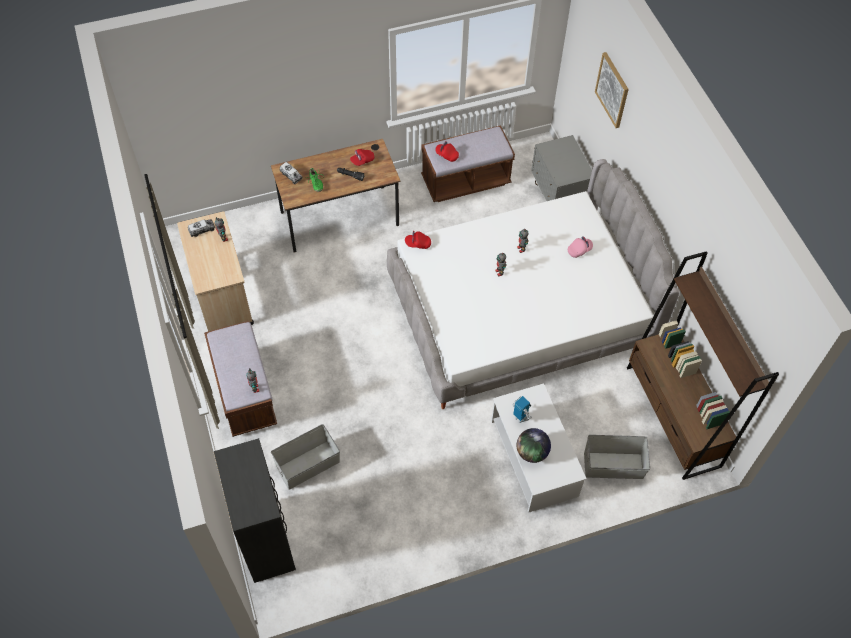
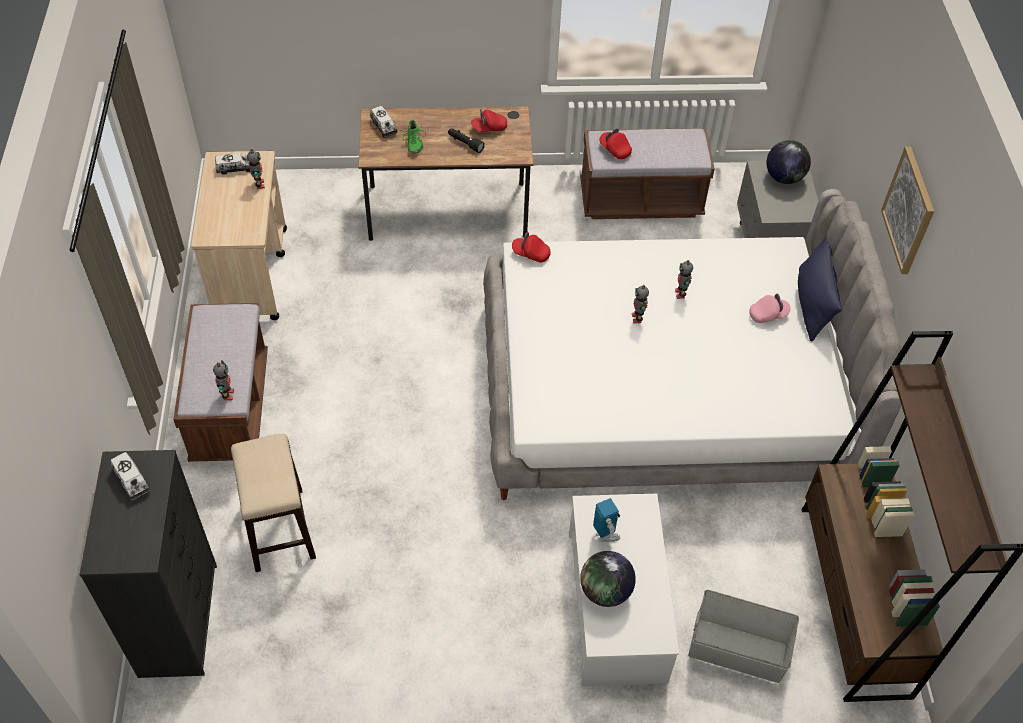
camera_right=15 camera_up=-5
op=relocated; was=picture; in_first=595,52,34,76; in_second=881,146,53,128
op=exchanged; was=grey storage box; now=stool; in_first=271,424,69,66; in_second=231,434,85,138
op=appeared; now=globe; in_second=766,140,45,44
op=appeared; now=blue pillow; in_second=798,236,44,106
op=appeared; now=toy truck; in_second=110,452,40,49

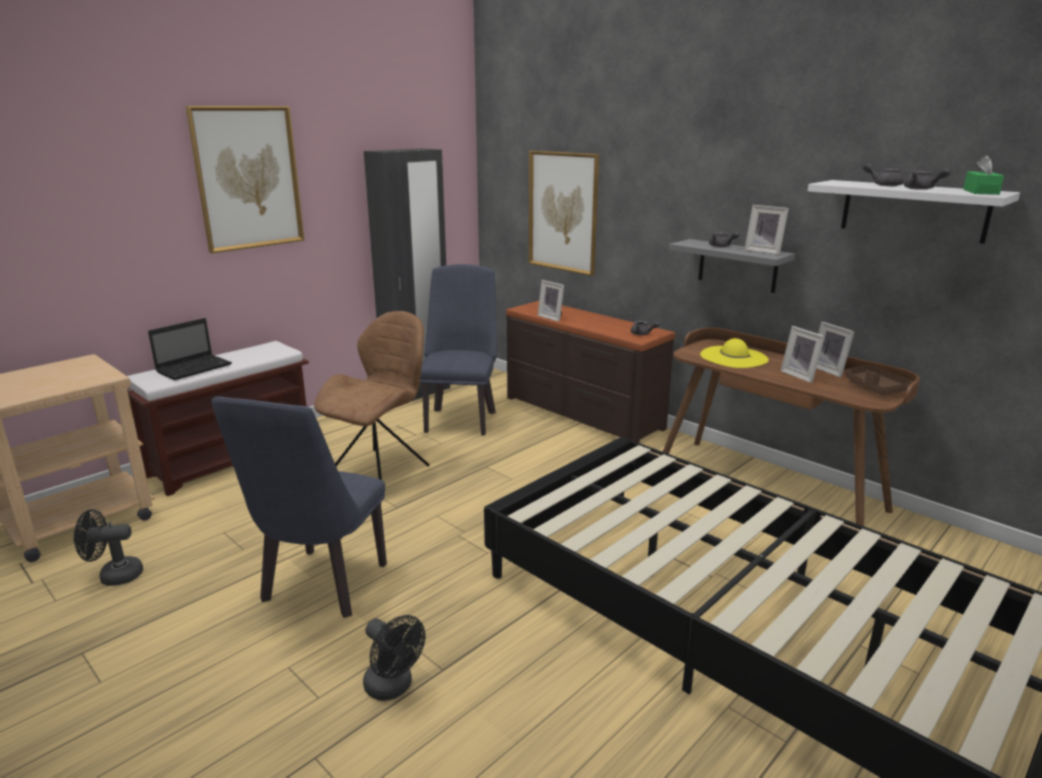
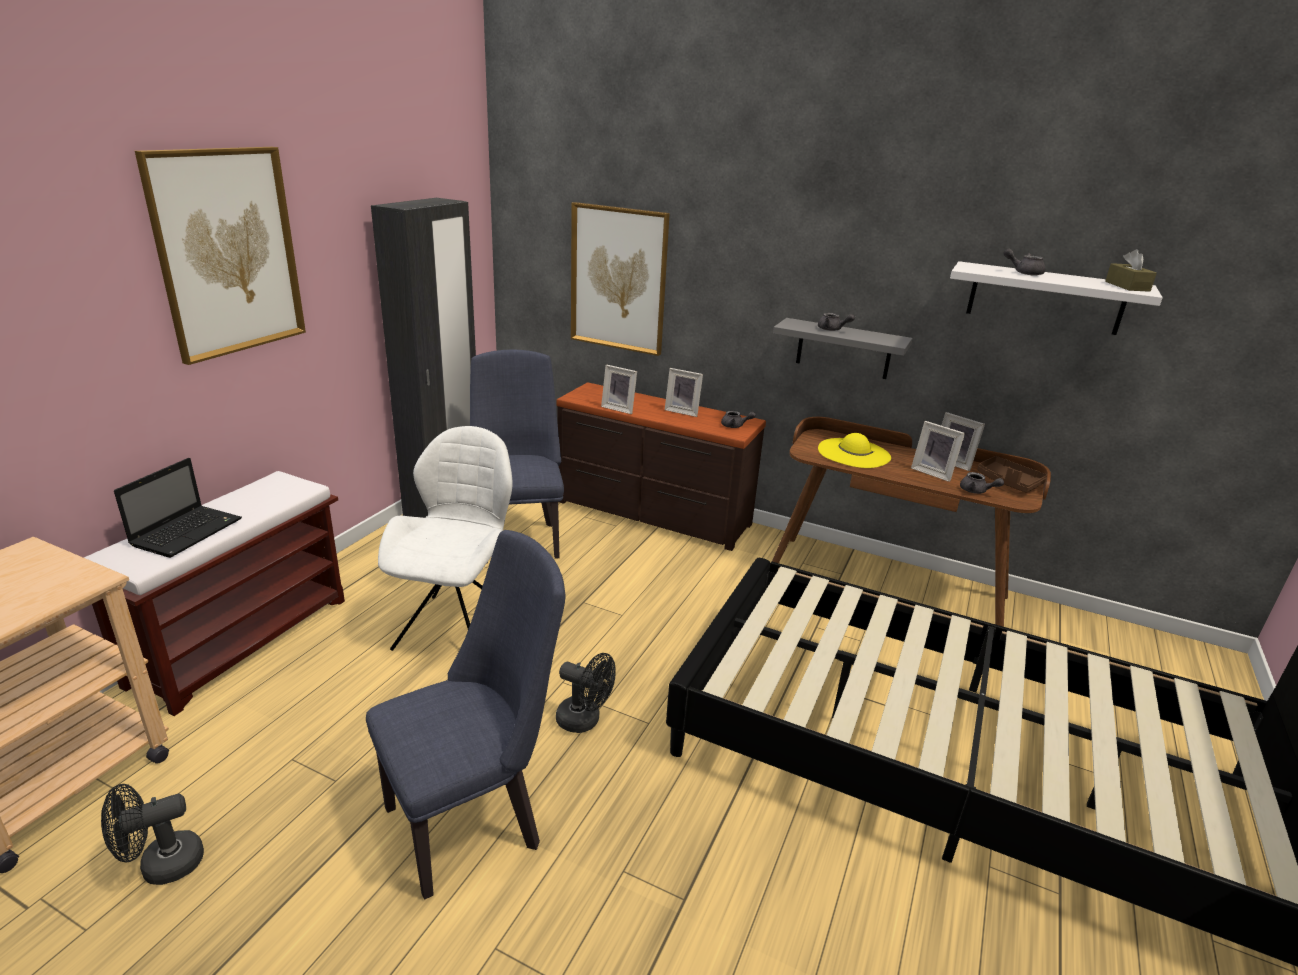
camera_right=-20 camera_up=5
op=colour; was=green tissue box; now=brown tissue box; in_first=963,155,41,40; in_second=1105,249,52,43
op=relocated; was=grey teapot; in_first=904,168,46,22; in_second=960,472,44,22
op=relocated; was=picture frame; in_first=744,205,45,50; in_second=665,368,38,49
op=colour; was=brown chair; now=white chair; in_first=314,311,116,169; in_second=378,426,135,225
op=spun; was=blue chair; in_first=212,396,175,222; in_second=366,530,199,370; clockwise=-120
op=relocated; was=black fan; in_first=363,615,62,86; in_second=556,653,59,80

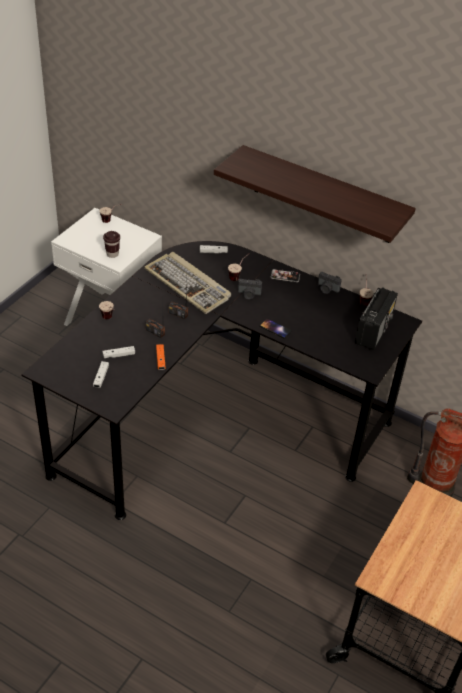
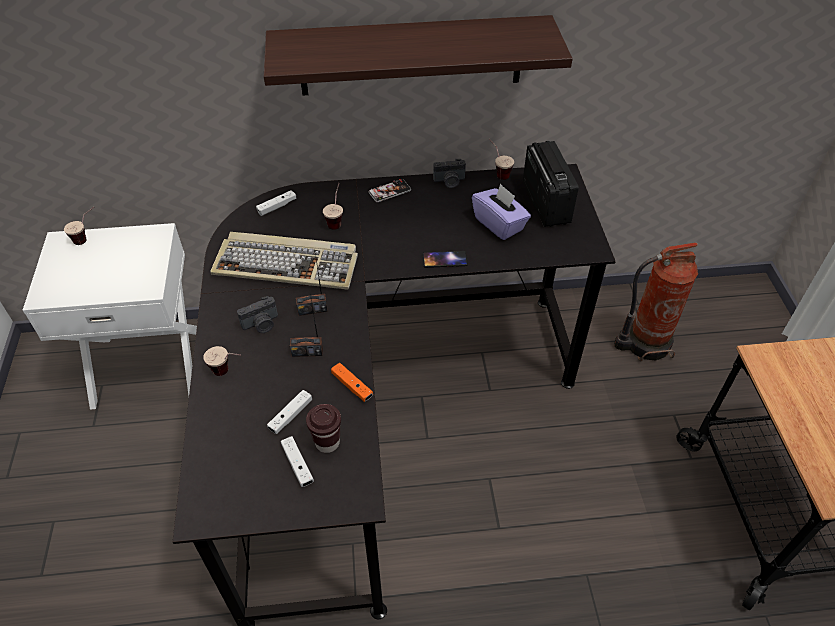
camera_right=-35 camera_up=5
op=relocated; was=brown cup; in_first=103,231,17,27; in_second=306,404,35,49
op=relocated; was=photo camera; in_first=238,279,24,21; in_second=237,296,41,37
op=appeared; now=purple tissue box; in_second=472,183,59,57

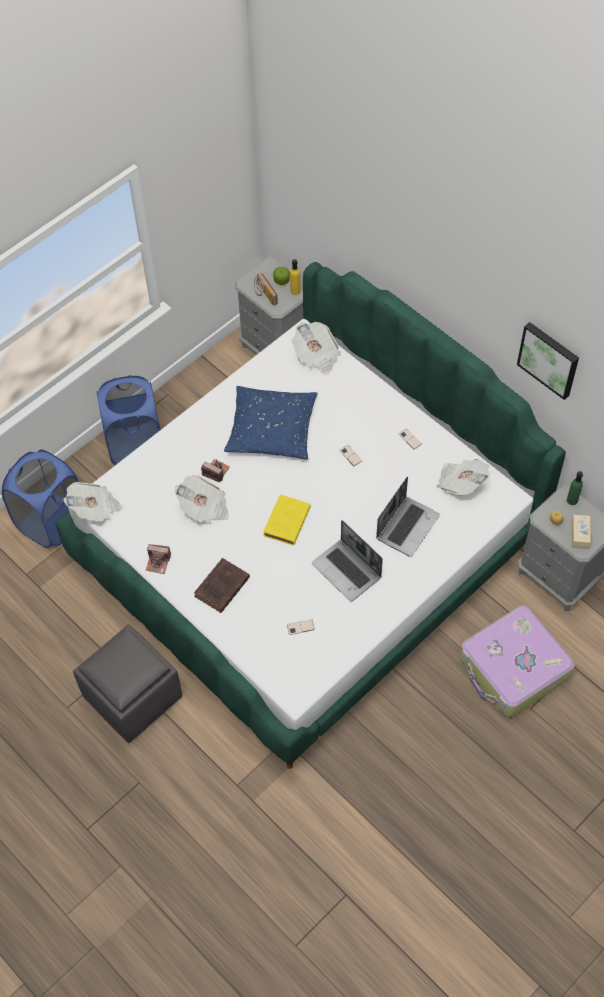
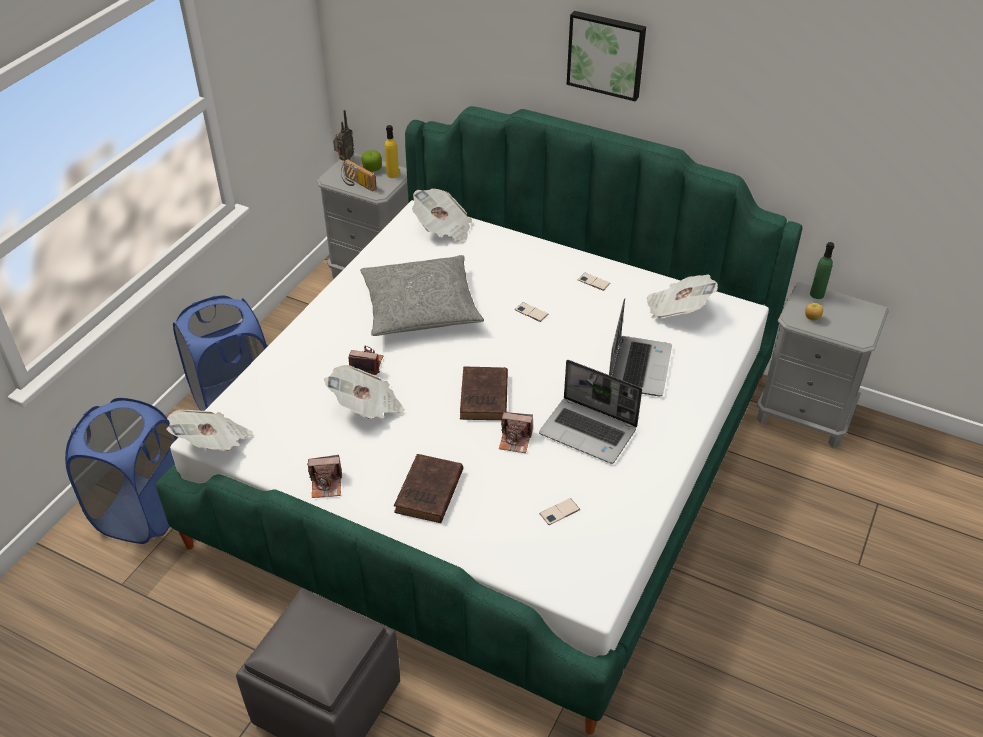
camera_right=-20 camera_up=-15
op=relocated; was=picture; in_first=517,322,62,78; in_second=567,11,79,90
op=colour; was=blue pillow; now=grey pillow; in_first=224,386,94,74; in_second=360,255,124,81
op=colour; was=yellow book; now=brown book; in_first=263,494,48,51; in_second=460,367,48,53
op=missing; was=beige tissue box; in_first=571,515,20,34
op=missing; was=suitcase; in_first=460,605,115,112
op=appeared; now=radio; in_second=333,110,21,51
op=appeared; now=photo camera; in_second=499,412,34,41

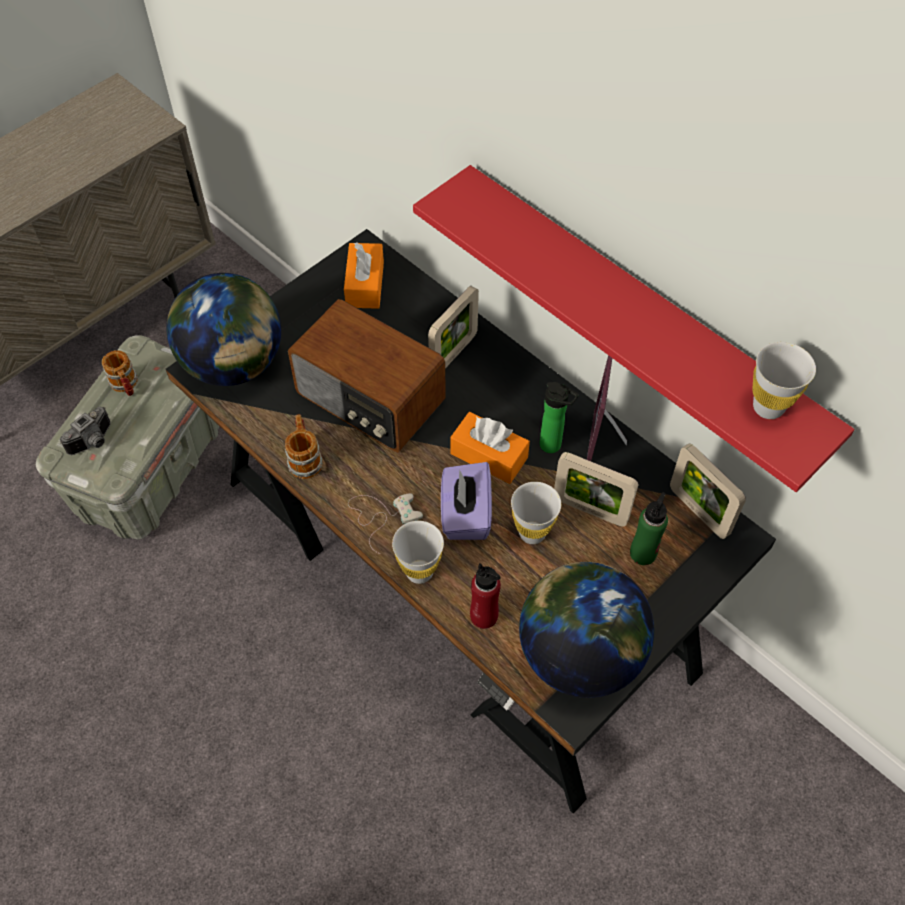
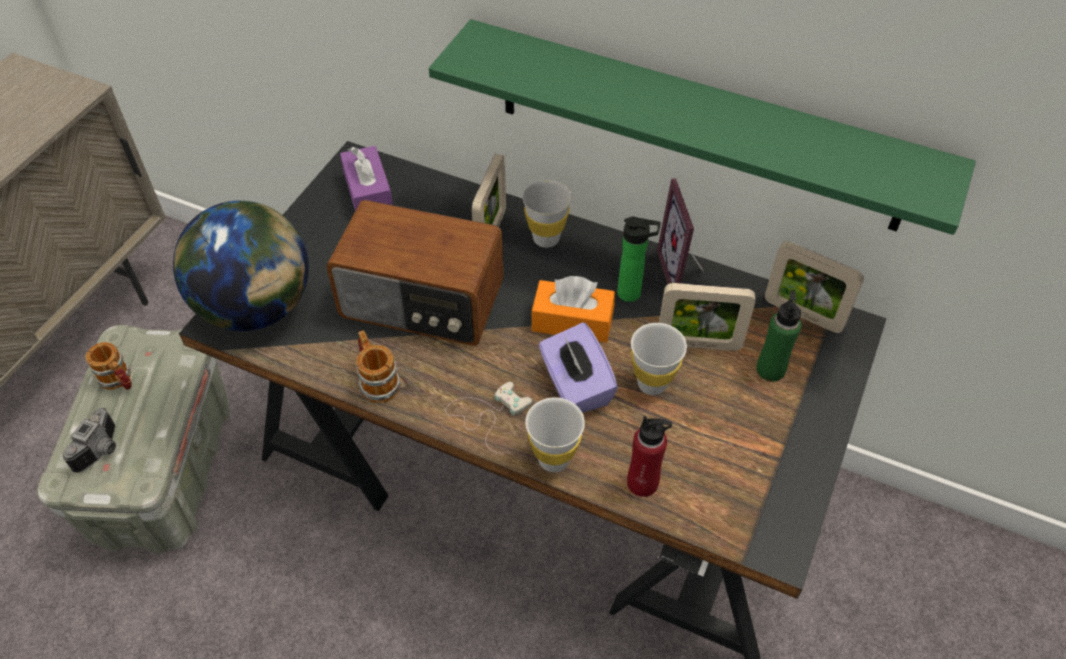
camera_right=-20 camera_up=-5
op=colour; was=red shelf; now=green shelf; in_first=413,165,442,327; in_second=429,19,547,216
op=colour; was=orange tissue box; now=purple tissue box; in_first=344,243,40,66; in_second=340,146,53,65
op=relocated; was=white cup; in_first=752,342,64,77; in_second=522,180,50,68
op=missing; was=globe; in_first=519,562,136,136

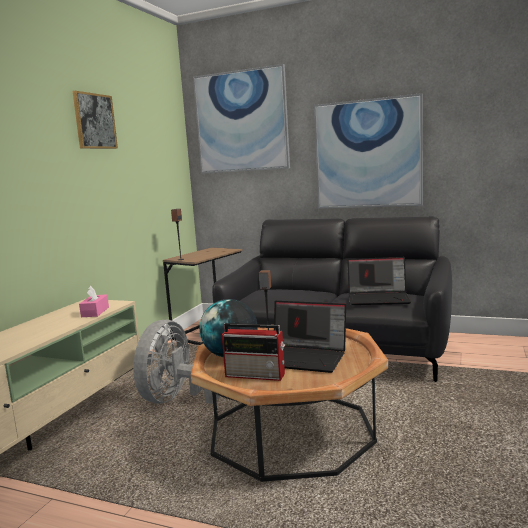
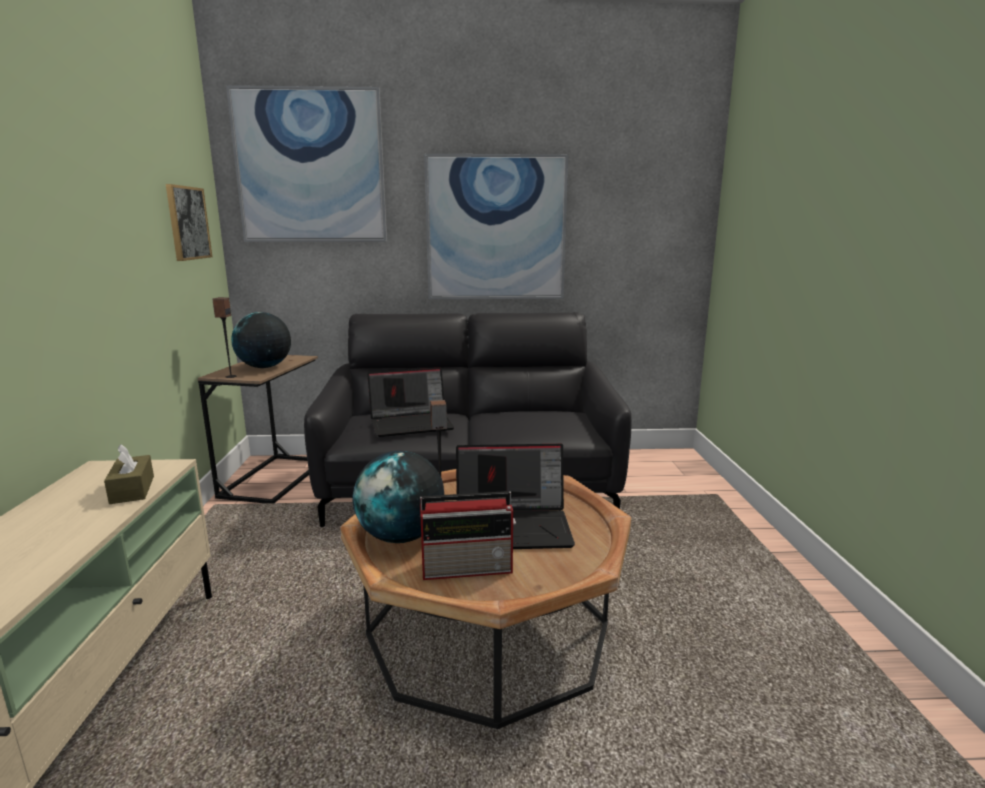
camera_right=-25 camera_up=5
op=relocated; was=picture; in_first=72,91,46,58; in_second=166,184,46,77
op=relocated; was=laptop; in_first=347,257,64,48; in_second=367,367,88,70
op=colour; was=pink tissue box; now=brown tissue box; in_first=79,286,30,31; in_second=104,444,50,60
op=missing; was=grey fan; in_first=133,320,87,84
op=appeared; now=globe; in_second=231,312,60,56

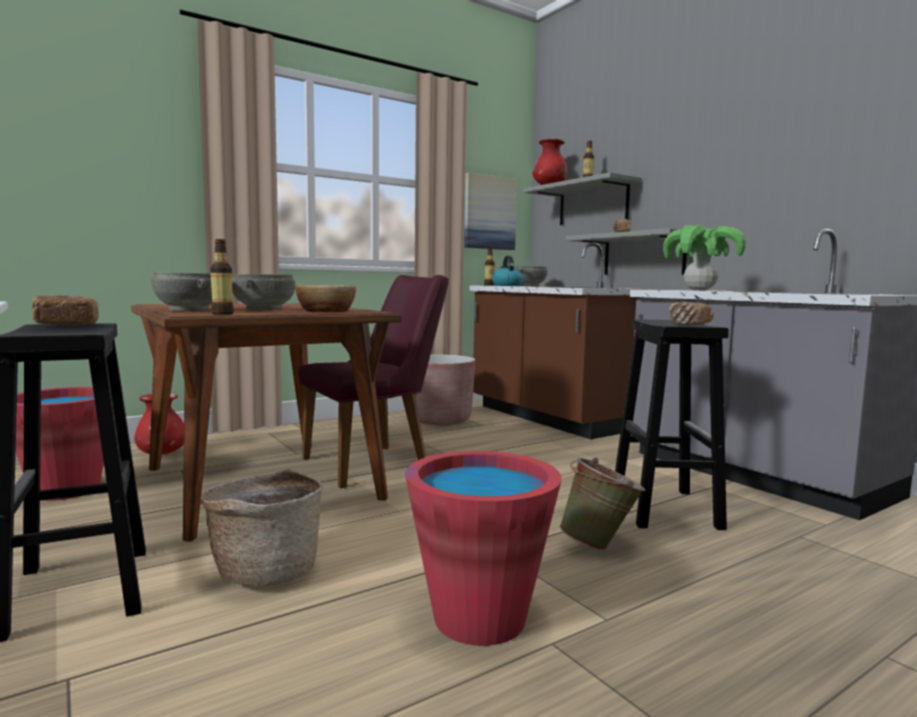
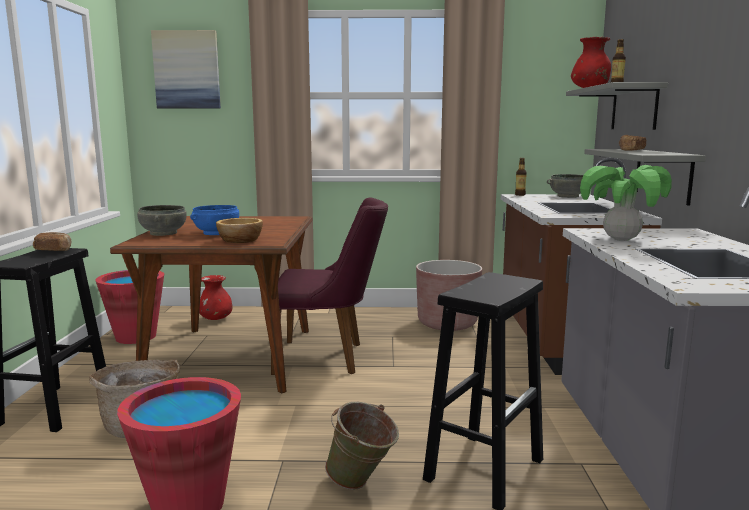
camera_right=35 camera_up=5
op=relocated; was=picture; in_first=464,172,53,78; in_second=151,30,70,78
op=missing; was=bottle; in_first=210,239,24,76
op=missing; was=kettle; in_first=492,256,32,30
op=colour; was=grey bowl; now=blue bowl; in_first=232,274,63,36; in_second=190,205,49,30
op=missing; was=bread; in_first=669,302,45,22

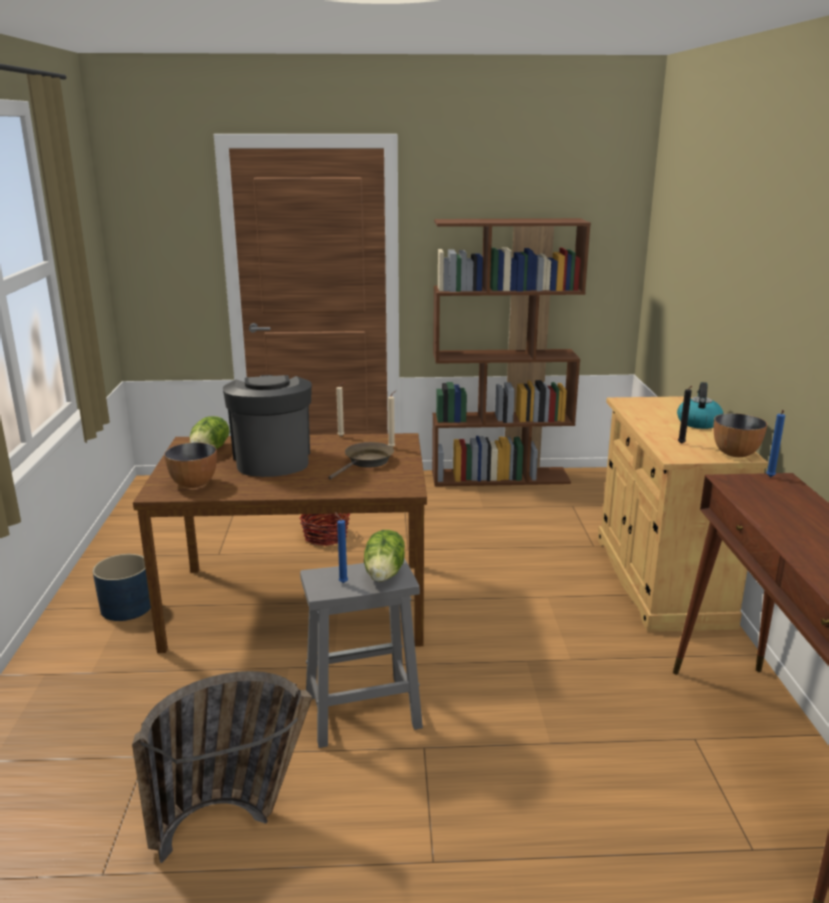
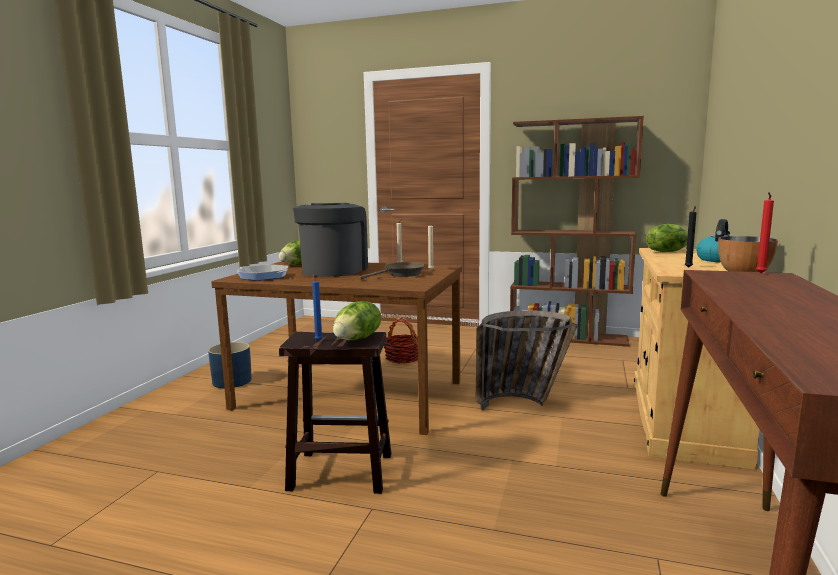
camera_right=20 camera_up=-10
op=colour; was=blue candle; now=red candle; in_first=766,410,19,67; in_second=756,192,18,81
op=exchanged; was=bowl; now=frying pan; in_first=164,443,53,45; in_second=237,264,51,17
op=colour; was=grey stool; now=brown stool; in_first=300,558,123,190; in_second=279,332,113,162
op=relocated; was=basket; in_first=132,671,180,192; in_second=475,310,103,101
op=appeared; now=lettuce; in_second=646,224,42,28

